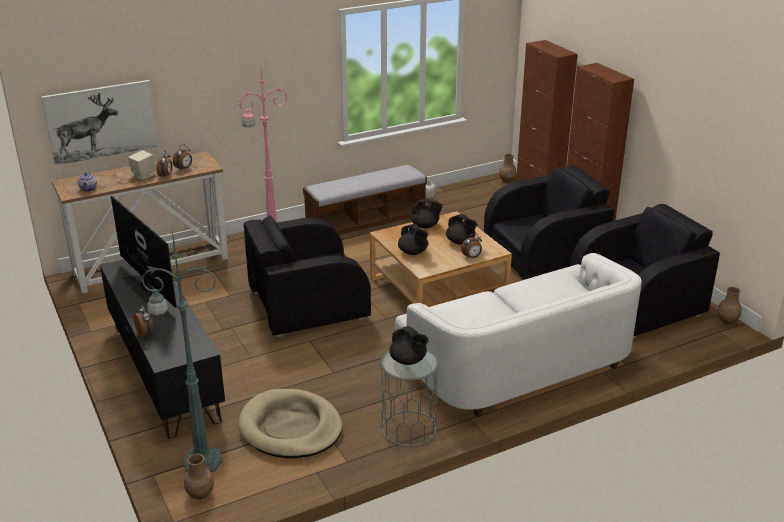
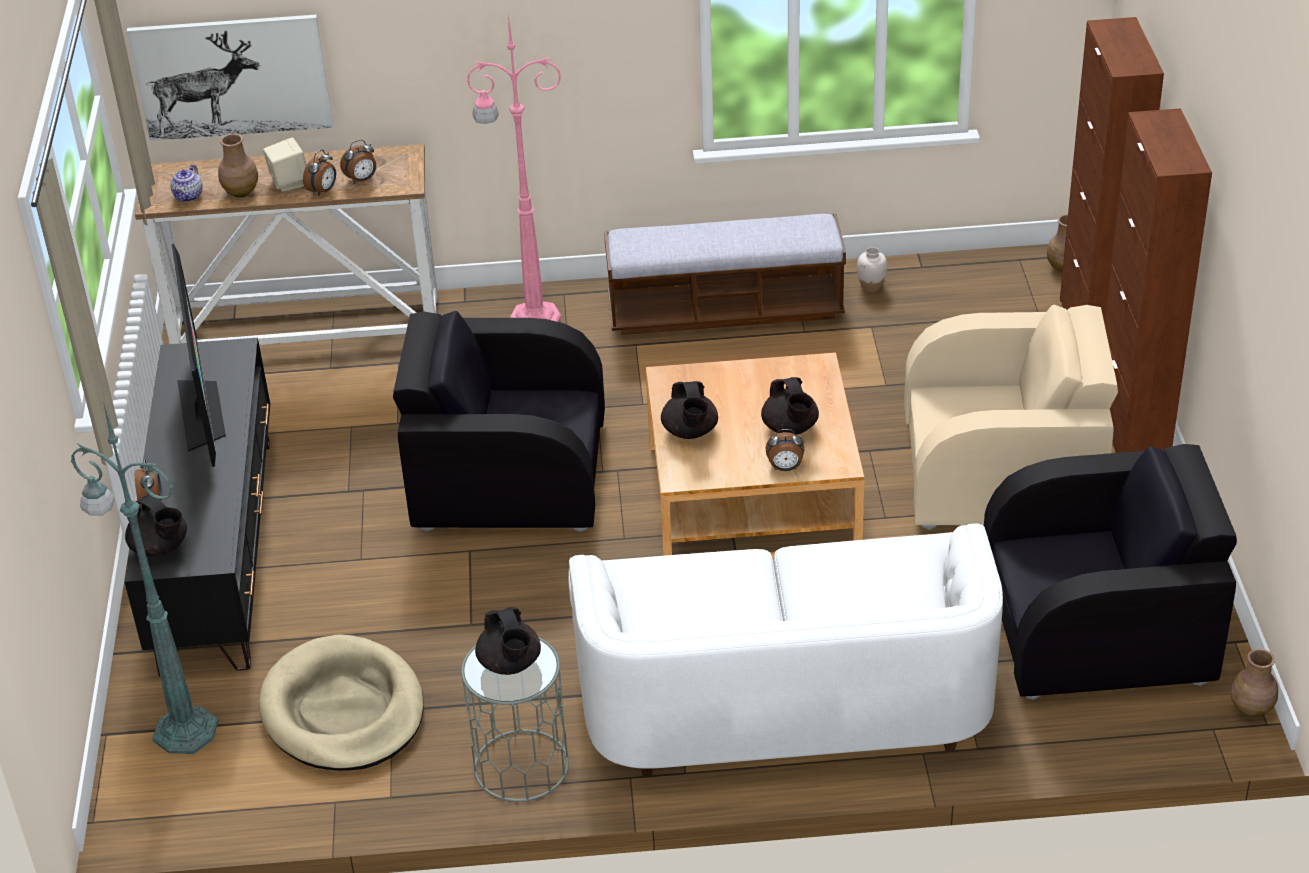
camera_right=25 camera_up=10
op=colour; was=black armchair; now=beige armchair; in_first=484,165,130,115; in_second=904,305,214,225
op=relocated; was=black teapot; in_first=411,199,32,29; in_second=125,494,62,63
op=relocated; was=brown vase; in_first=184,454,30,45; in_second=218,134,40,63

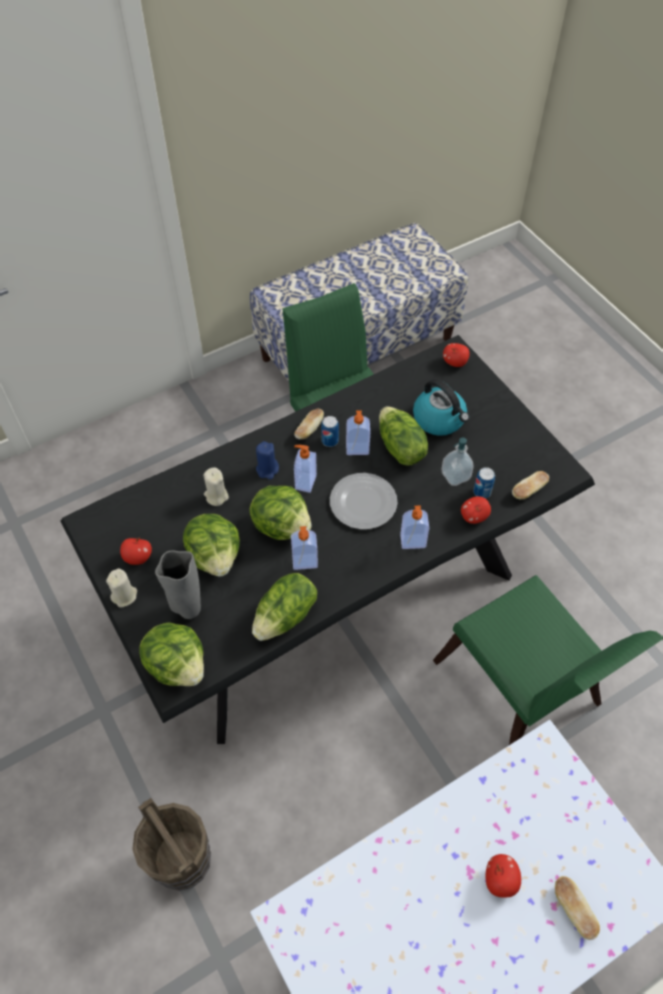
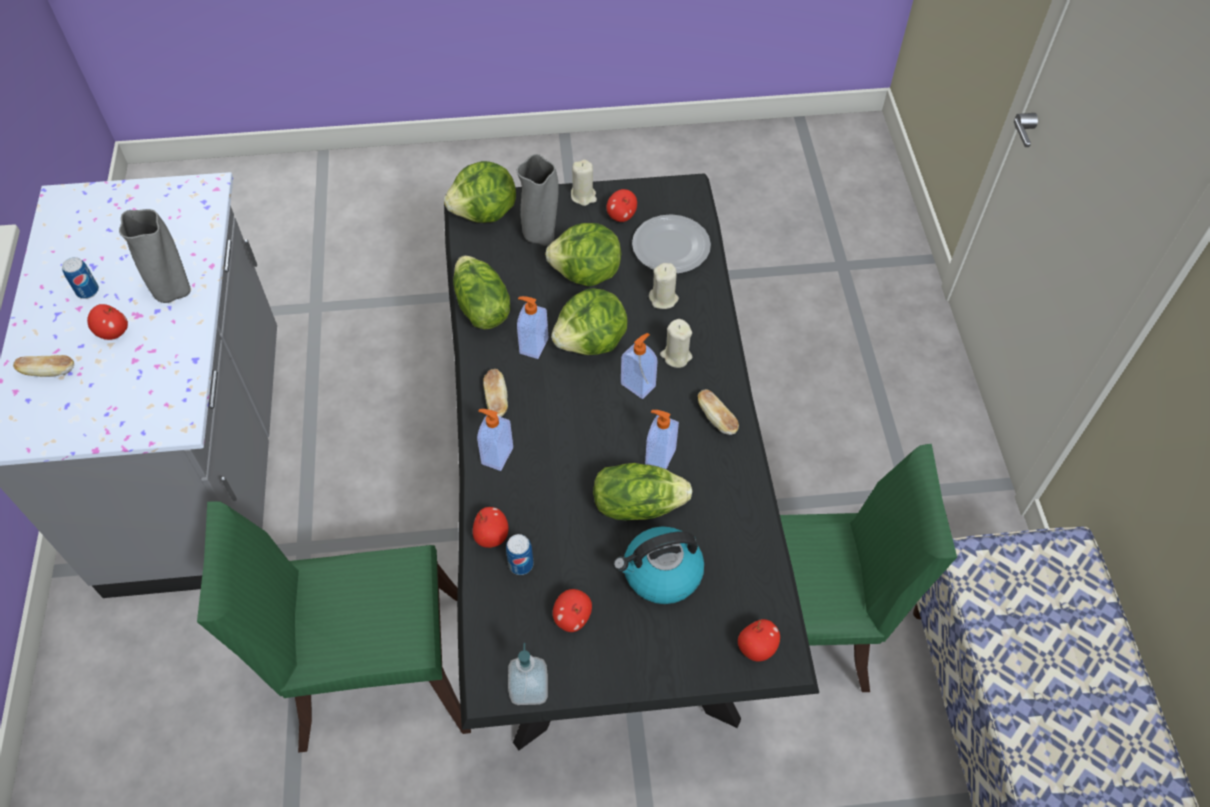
camera_right=115 camera_up=0
op=relocated; was=can; in_first=321,416,18,31; in_second=62,257,37,42
op=relocated; was=soap dispenser; in_first=441,437,33,49; in_second=508,643,40,62
op=colour; was=blue candle; now=beige candle; in_first=256,441,23,39; in_second=660,319,32,49
op=relocated; was=bread; in_first=512,471,37,29; in_second=483,369,25,48
op=relocated; was=plate; in_first=330,473,67,56; in_second=632,214,79,60
op=missing; was=brown bucket; in_first=132,798,79,93
op=appeared; now=grey vase; in_second=119,209,72,94
op=appeared; now=apple; in_second=553,589,39,43

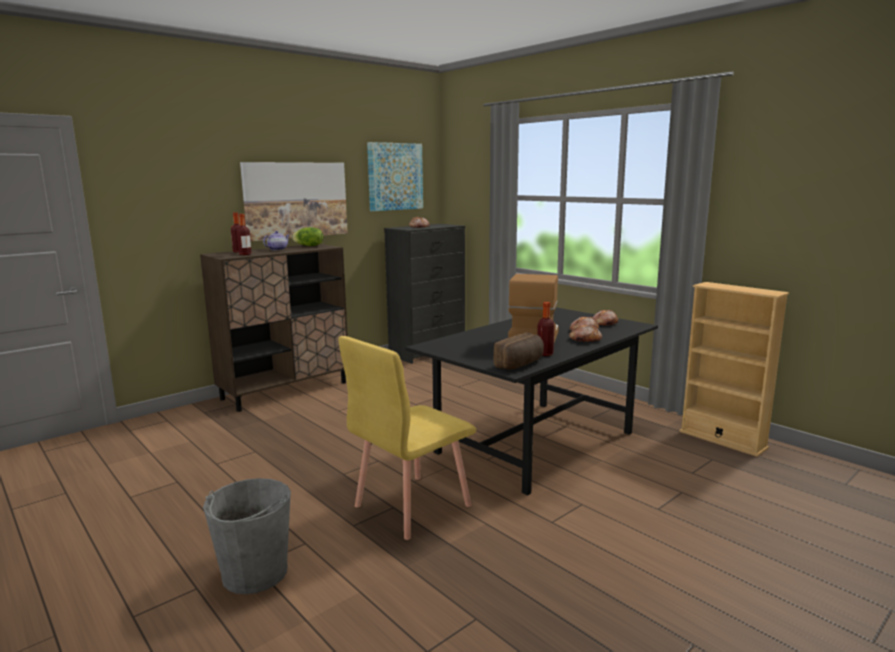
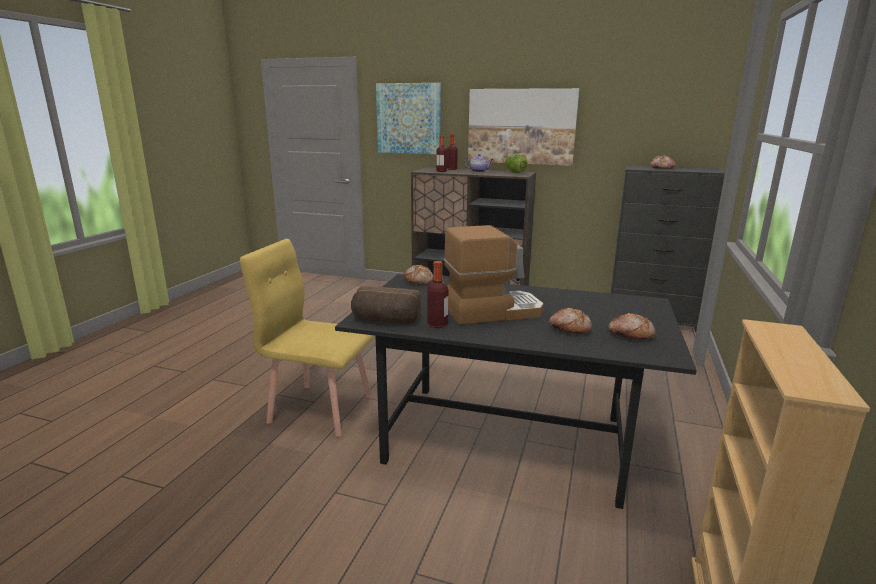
camera_right=60 camera_up=5
op=relocated; was=picture; in_first=367,142,56,69; in_second=376,83,65,71
op=relocated; was=bread; in_first=569,325,33,17; in_second=404,265,29,20
op=missing; was=grey bucket; in_first=203,478,88,116

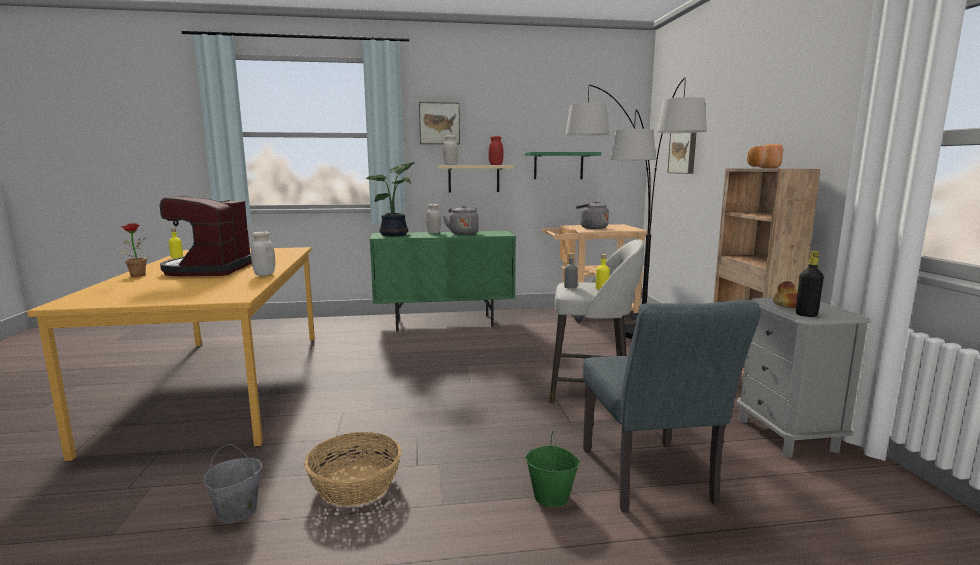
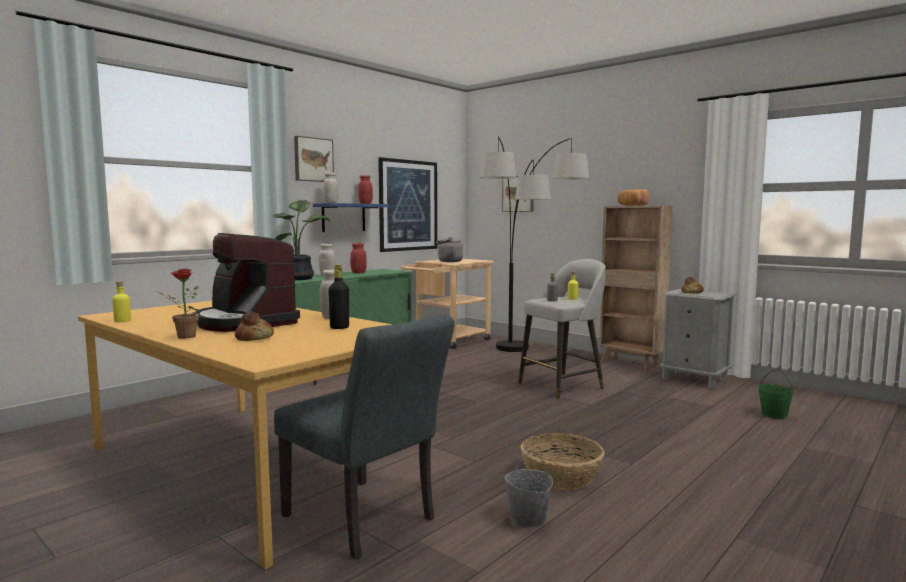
camera_right=-40 camera_up=-5
op=exchanged; was=green shelf; now=picture; in_first=525,152,76,27; in_second=378,157,59,95
op=colour; was=beige shelf; now=blue shelf; in_first=438,165,76,27; in_second=313,203,76,29
op=exchanged; was=grey kettle; now=red jar; in_first=443,206,36,29; in_second=350,243,17,31
op=relocated; was=black bottle; in_first=796,251,28,66; in_second=328,264,21,65
op=relocated; was=grey chair; in_first=583,300,178,213; in_second=274,314,180,246
op=relocated; was=green bucket; in_first=526,431,54,76; in_second=758,369,36,50
op=appeared; now=bread; in_second=235,311,39,30

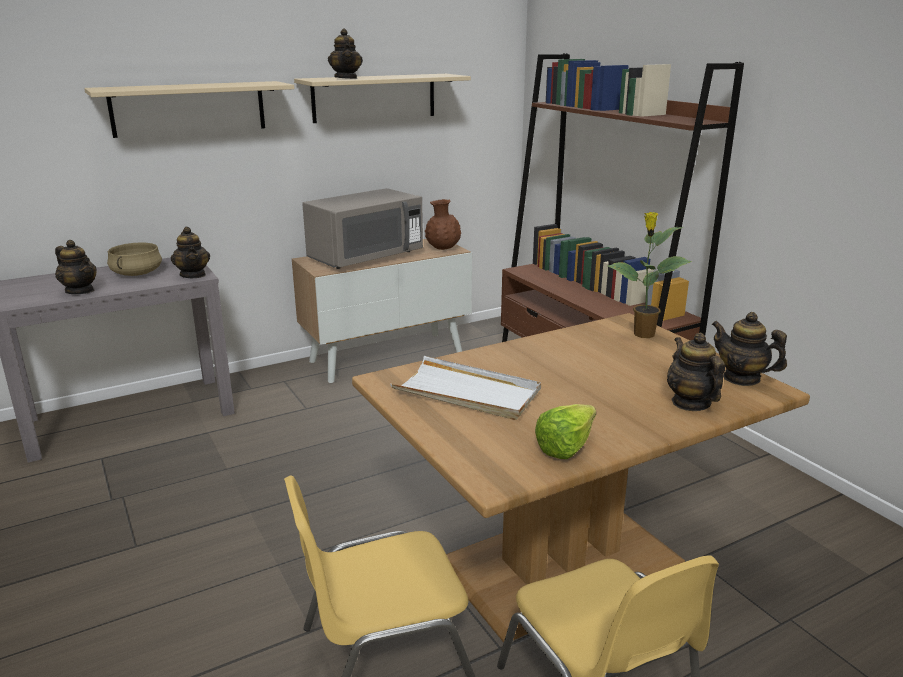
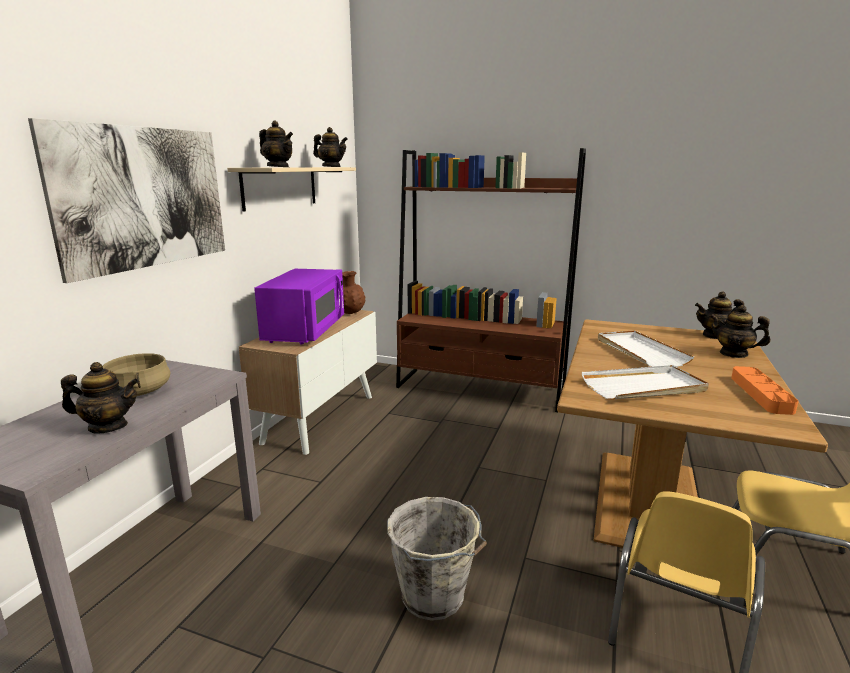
camera_right=-40 camera_up=-5
op=exchanged; was=beige shelf; now=picture; in_first=84,81,210,57; in_second=28,118,197,165
op=colour; was=grey microwave; now=purple microwave; in_first=302,188,121,81; in_second=254,269,90,75
op=missing; was=potted plant; in_first=607,212,85,126
op=relocated; was=teapot; in_first=171,227,39,51; in_second=313,127,35,40
op=exchanged; was=lettuce; now=orange tray; in_first=535,404,61,55; in_second=731,366,67,49
op=appeared; now=white tray; in_second=598,330,96,37
op=appeared; now=grey bucket; in_second=387,497,100,124

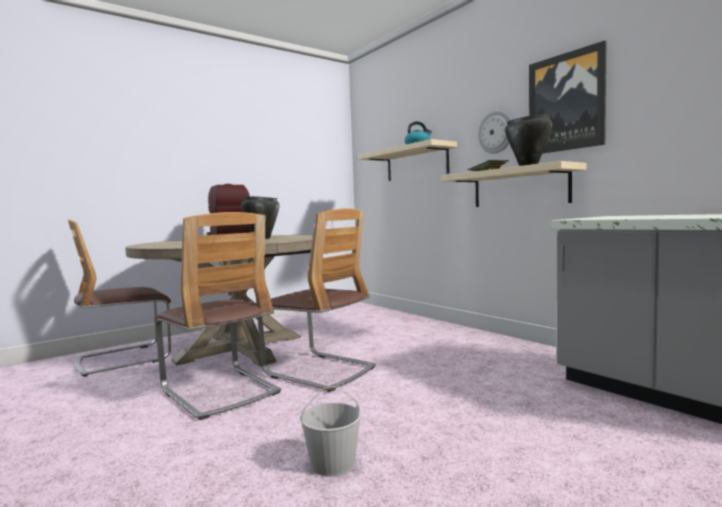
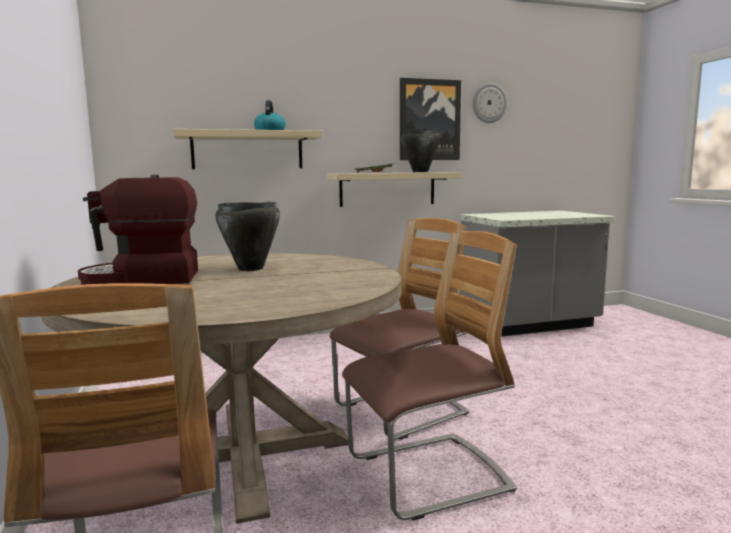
camera_right=-70 camera_up=5
op=relocated; was=wall clock; in_first=478,111,33,43; in_second=472,83,35,40
op=missing; was=white bucket; in_first=301,386,60,91

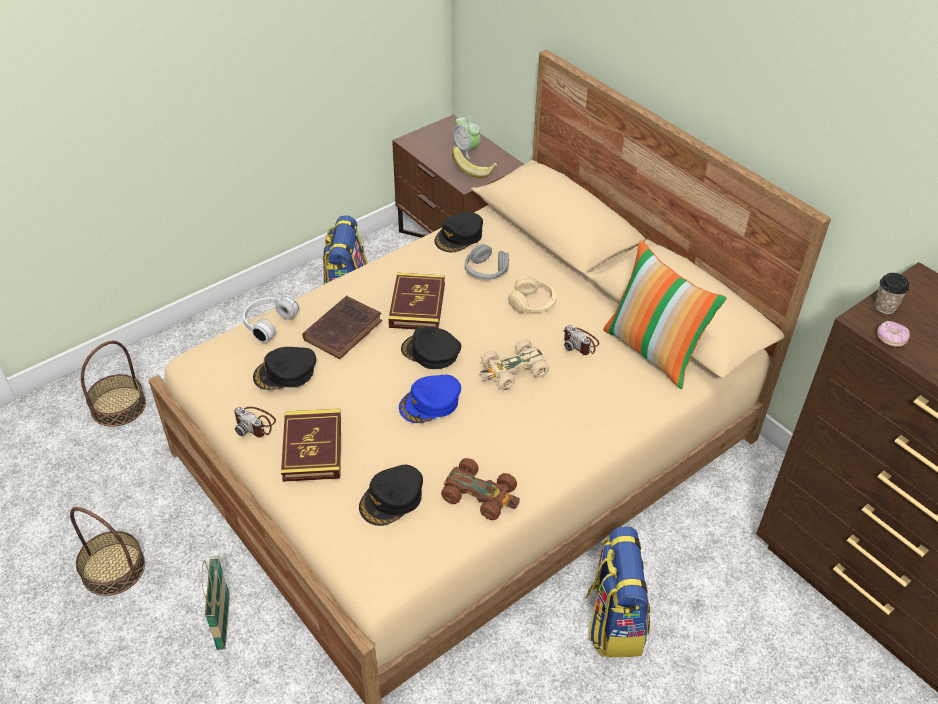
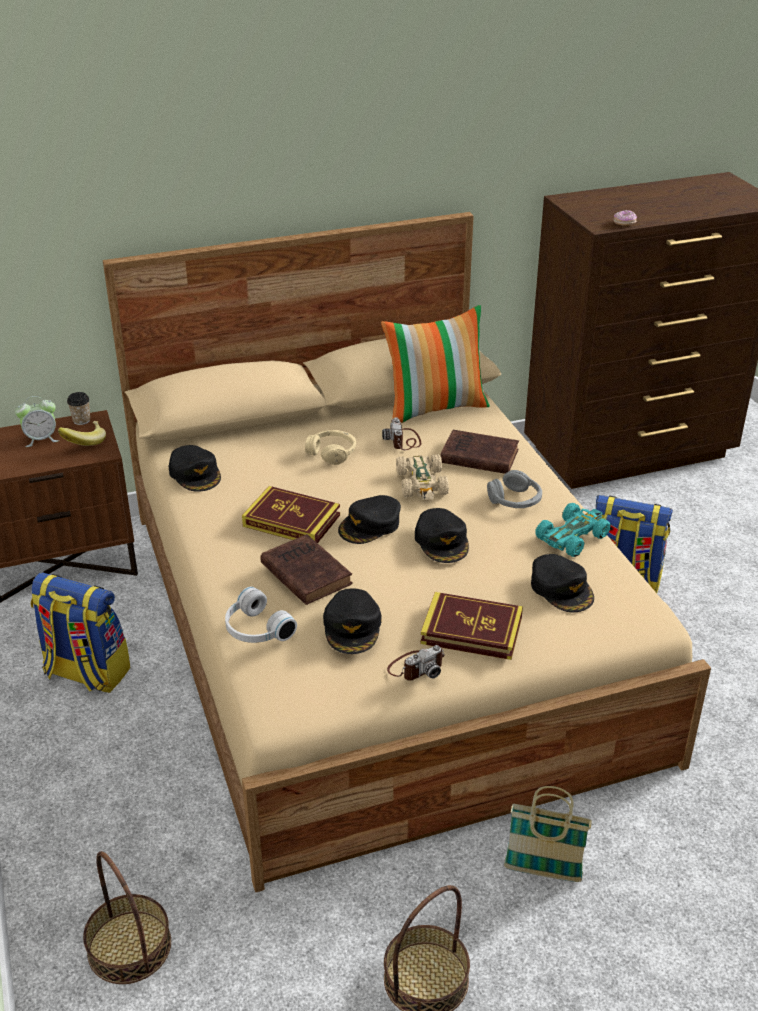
camera_right=-70 camera_up=-10
op=relocated; was=grey headphones; in_first=465,244,44,36; in_second=487,470,55,38
op=relocated; was=cup; in_first=875,273,34,41; in_second=67,392,23,33
op=spun; was=photo camera; in_first=563,325,37,30; in_second=382,418,39,32; clockwise=105
op=colour; was=blue cap; now=black cap; in_first=399,375,62,48; in_second=415,508,54,55
op=colour; was=brown toy car; now=turquoise toy car; in_first=441,458,79,62; in_second=535,503,76,54
op=appeared; now=brown book; in_second=440,430,79,44

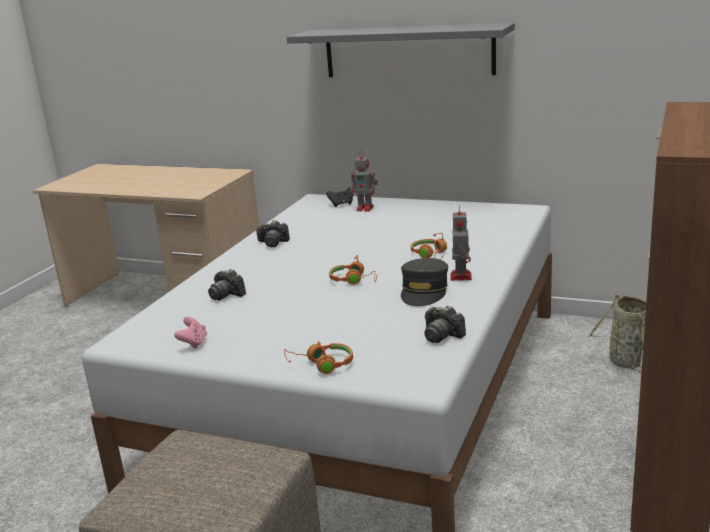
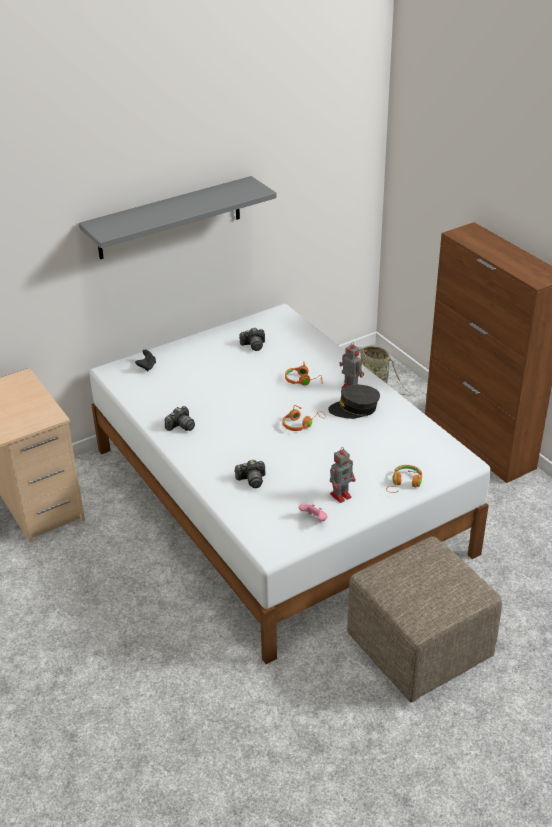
camera_right=-55 camera_up=15
op=relocated; was=toy robot; in_first=351,155,27,57; in_second=330,447,26,56
op=spun; was=grey cap; in_first=401,258,47,48; in_second=328,384,52,35; clockwise=120
op=relocated; was=photo camera; in_first=424,305,42,38; in_second=239,328,26,23

